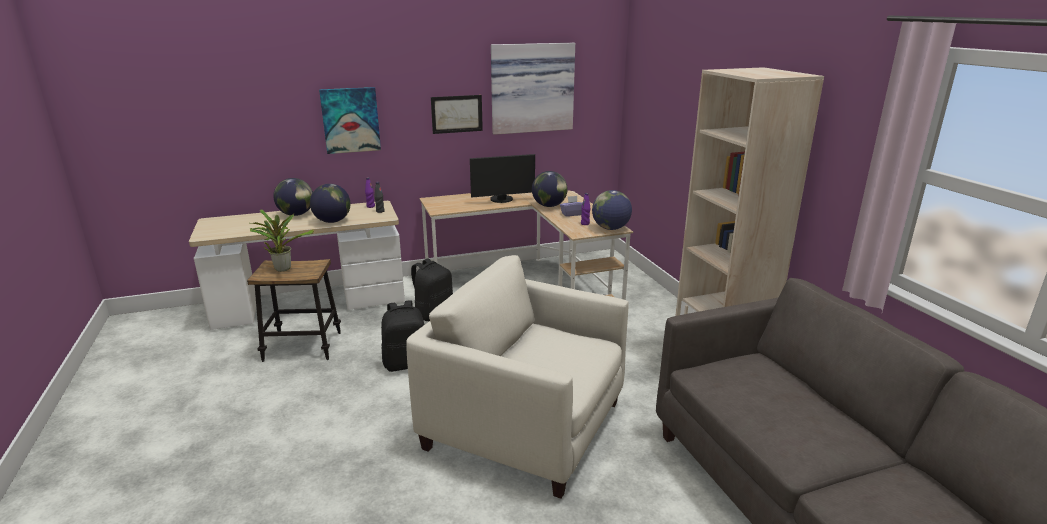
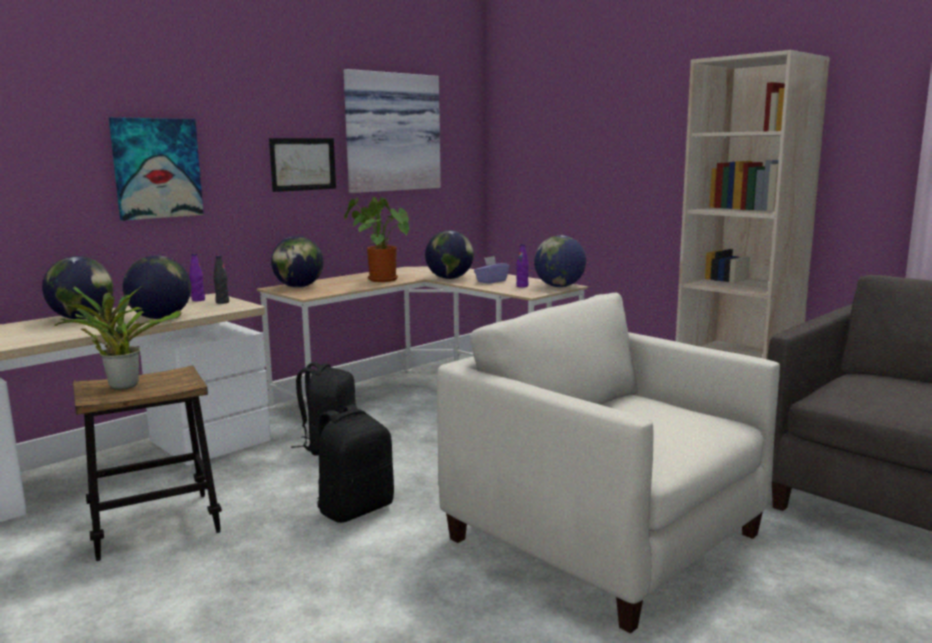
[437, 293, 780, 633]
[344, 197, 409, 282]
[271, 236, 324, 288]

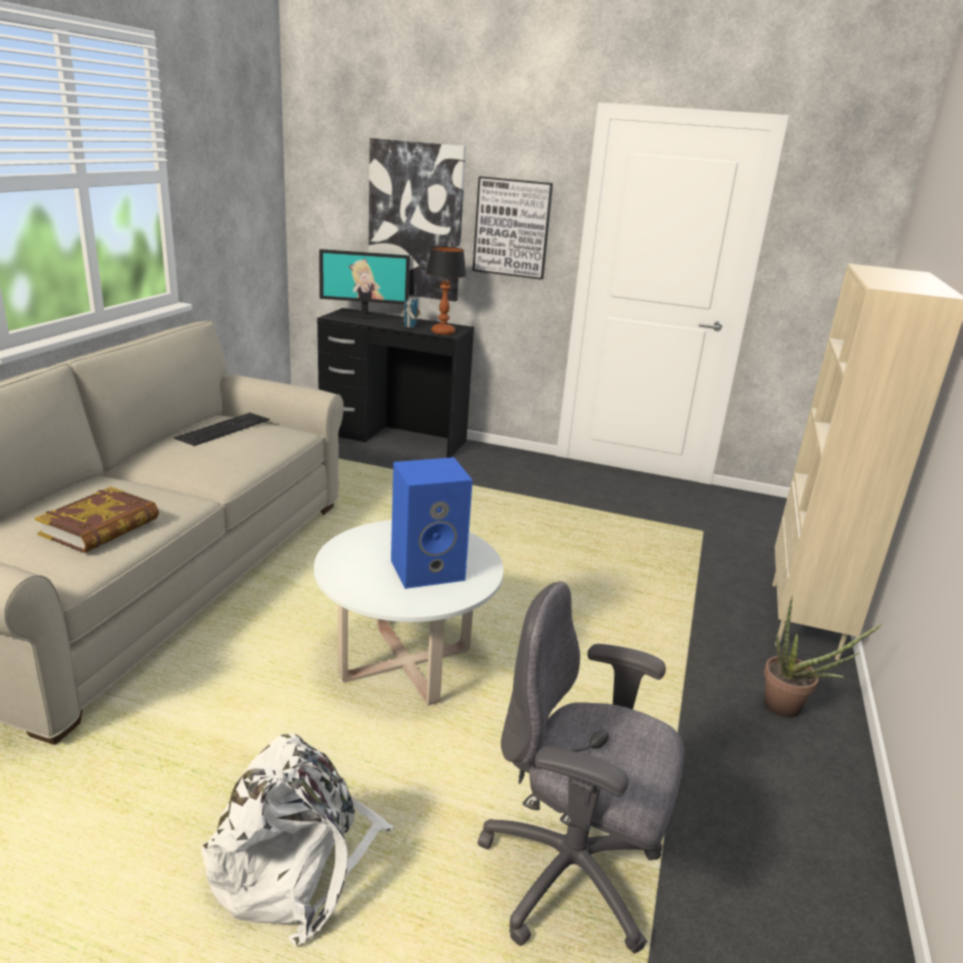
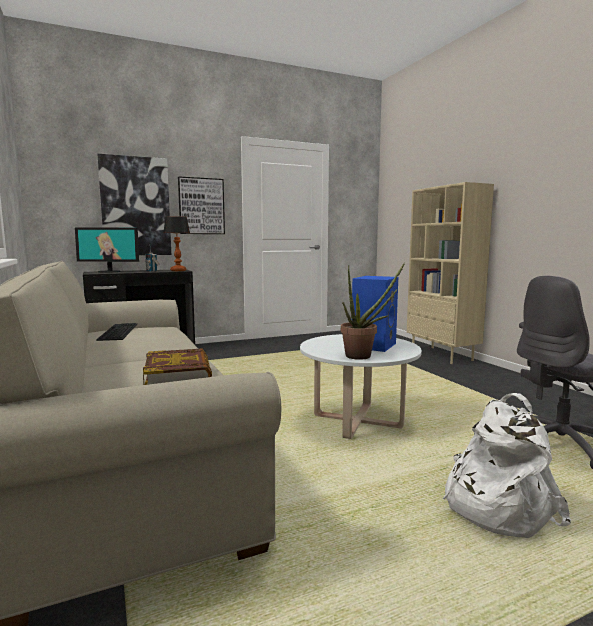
[75, 227, 139, 273]
[341, 262, 405, 360]

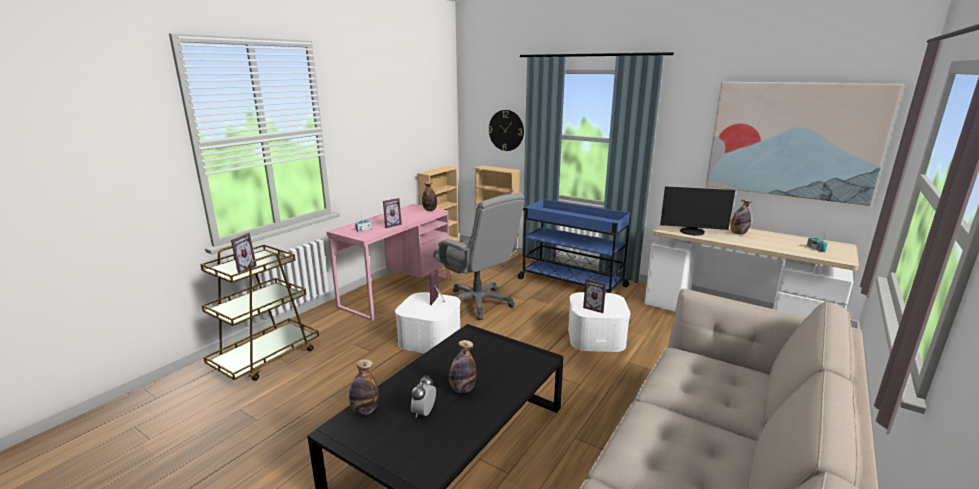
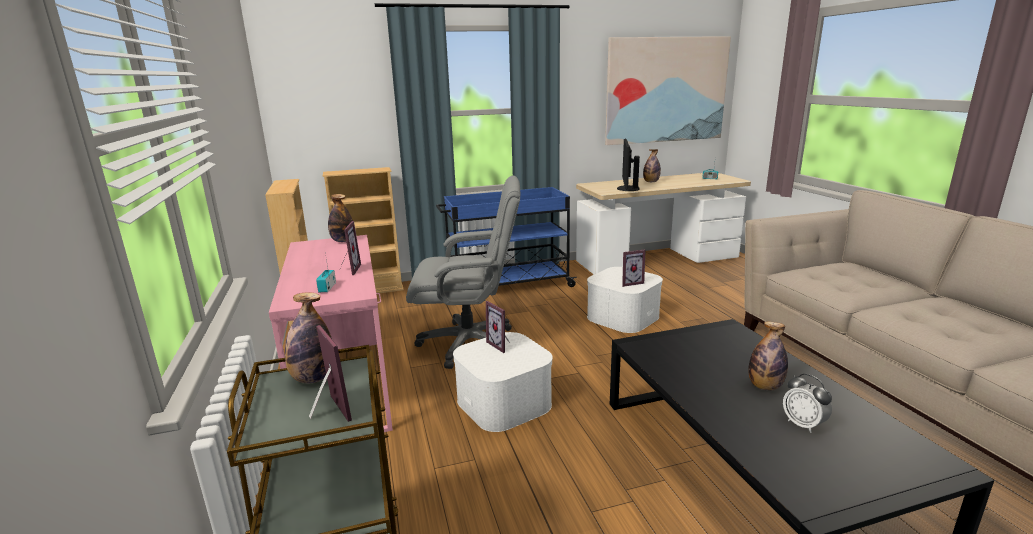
[285, 292, 332, 383]
[488, 110, 524, 151] (first image)
[617, 139, 640, 191]

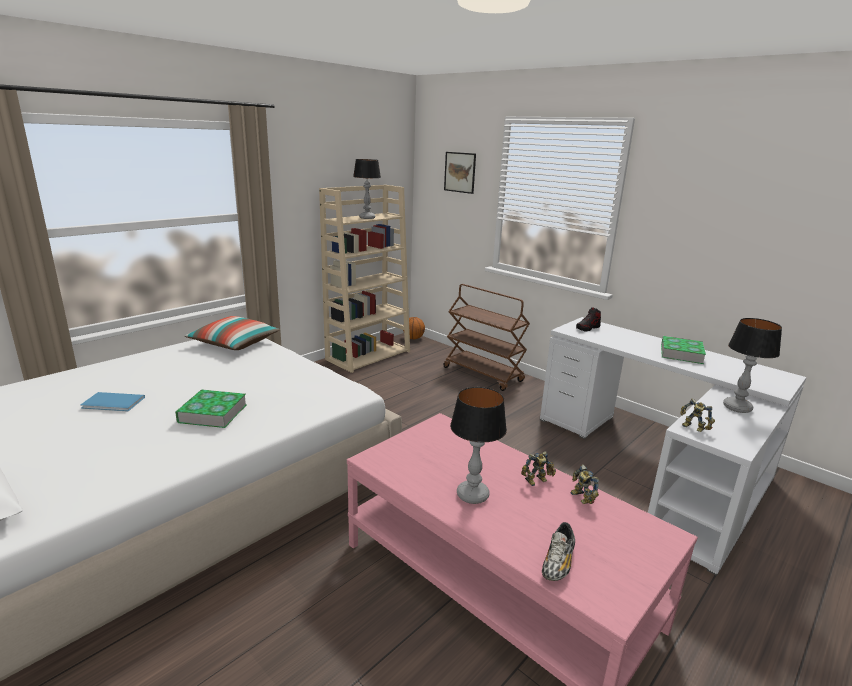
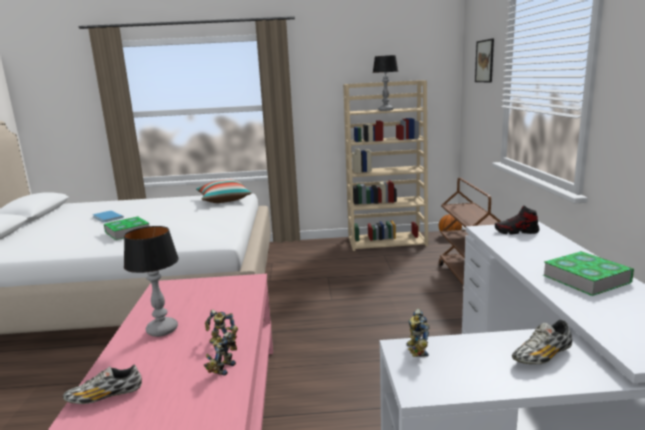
[512, 320, 572, 364]

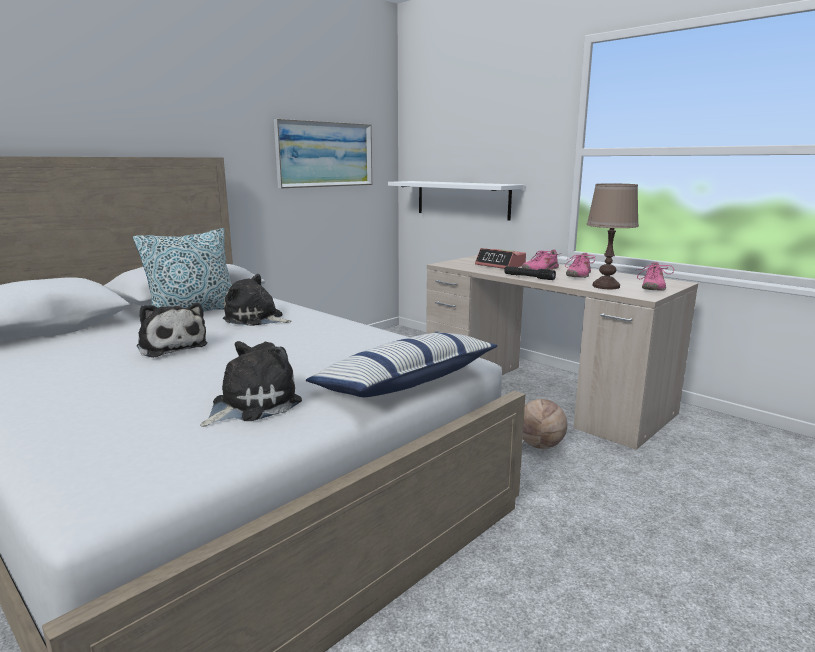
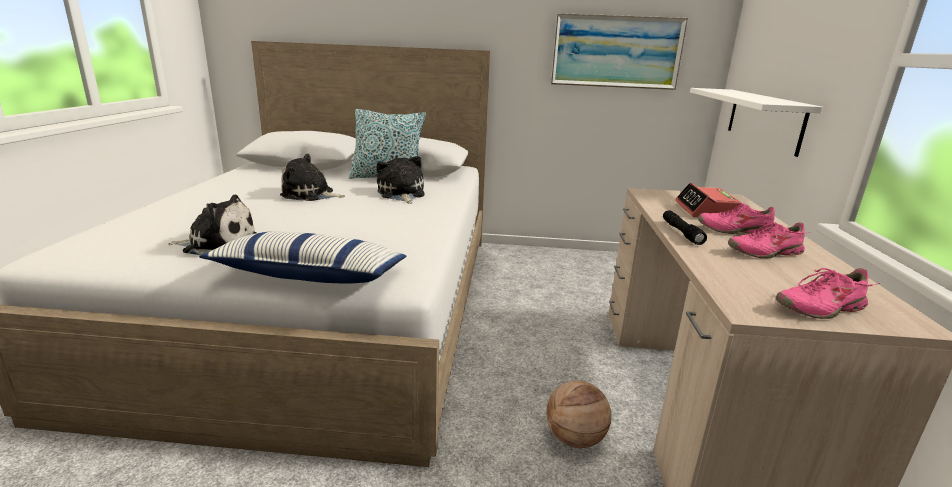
[280, 153, 345, 201]
[587, 184, 639, 289] (first image)

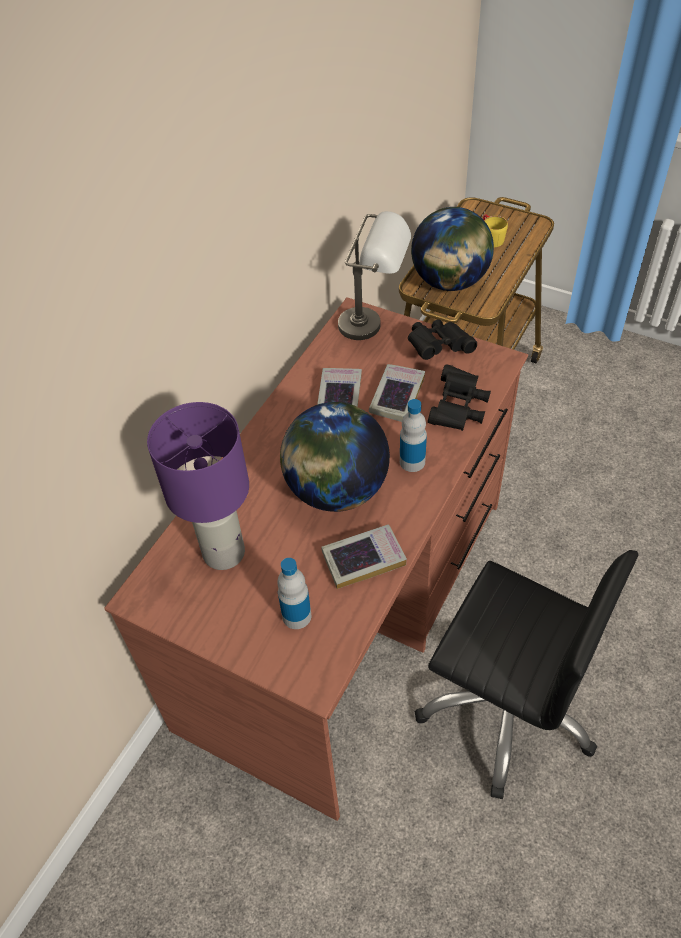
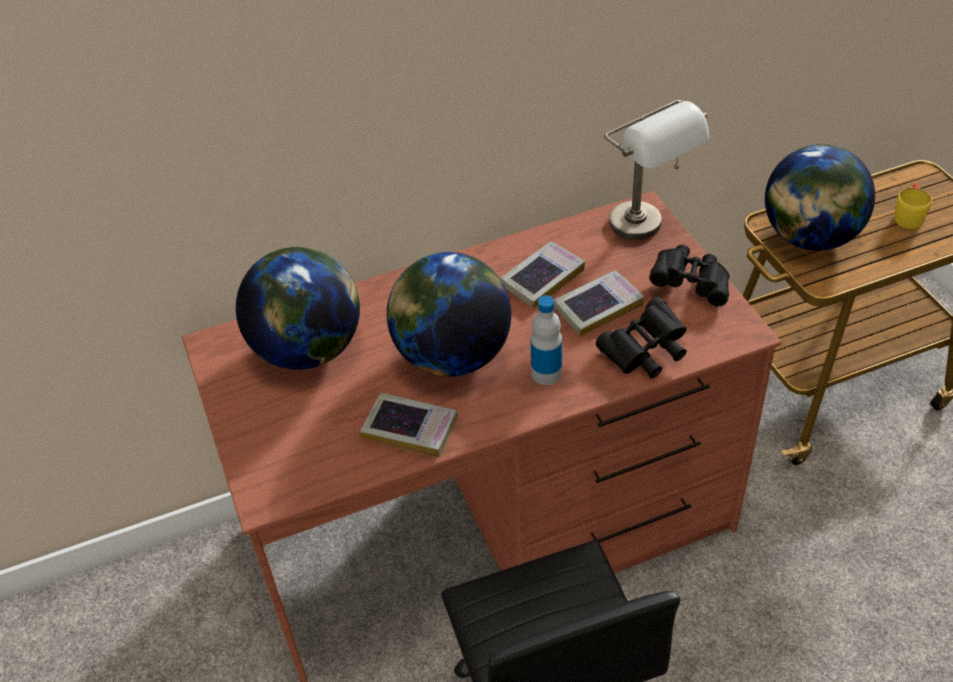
[236, 247, 360, 370]
[277, 558, 311, 629] (first image)

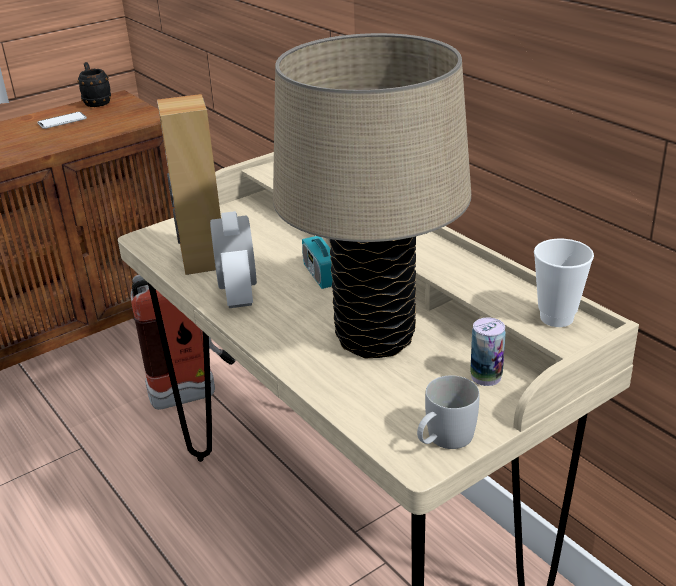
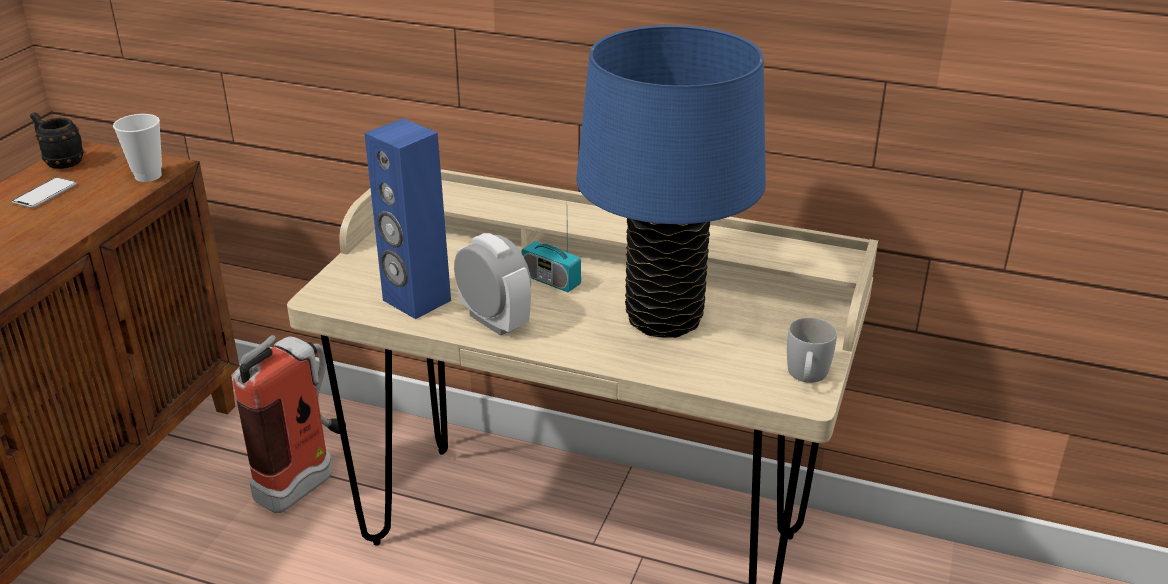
[364, 118, 451, 319]
[576, 25, 766, 338]
[470, 318, 506, 386] (first image)
[113, 114, 162, 182]

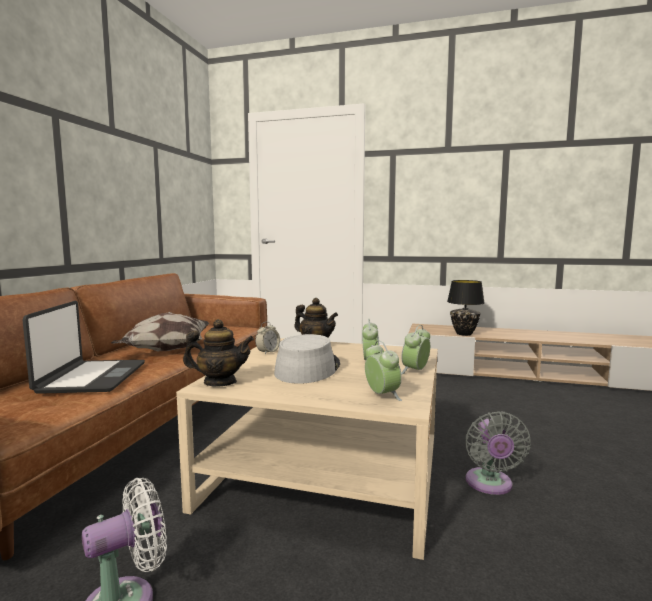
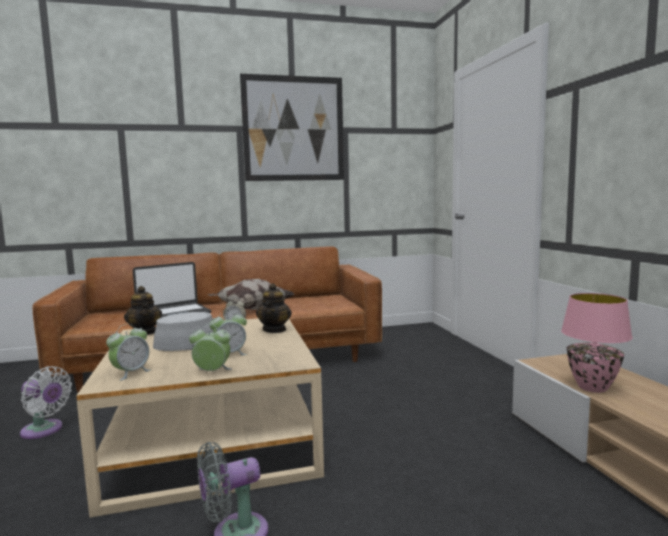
[561, 293, 633, 393]
[240, 74, 344, 181]

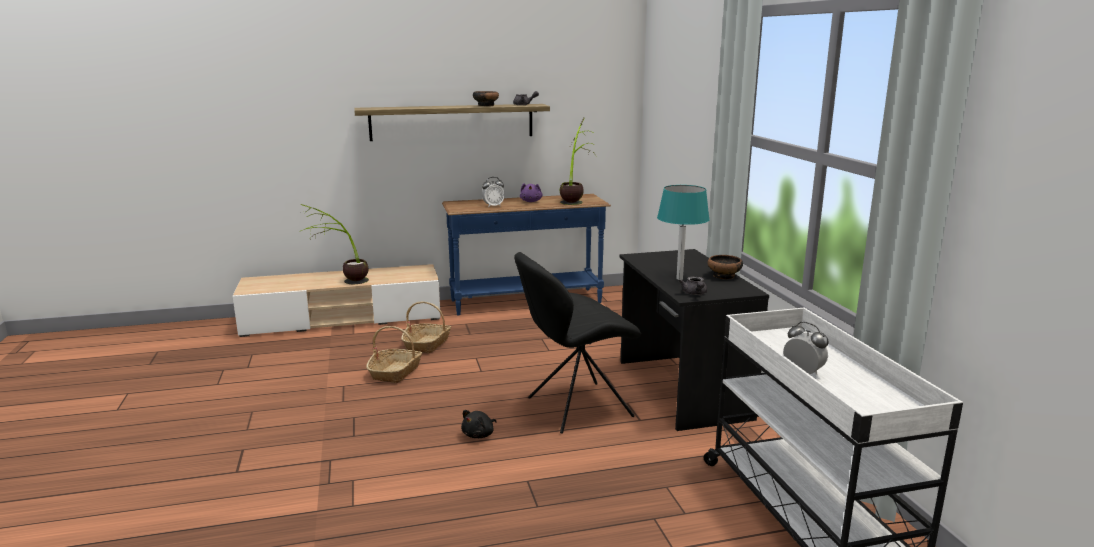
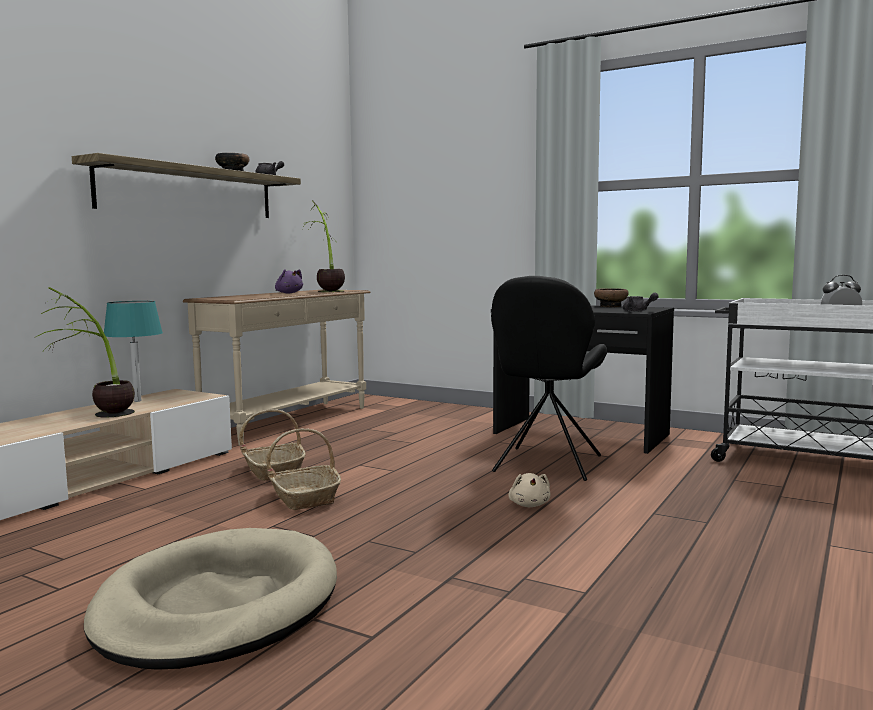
[183, 289, 371, 446]
[508, 473, 550, 507]
[482, 177, 505, 208] (first image)
[104, 301, 163, 402]
[84, 528, 337, 670]

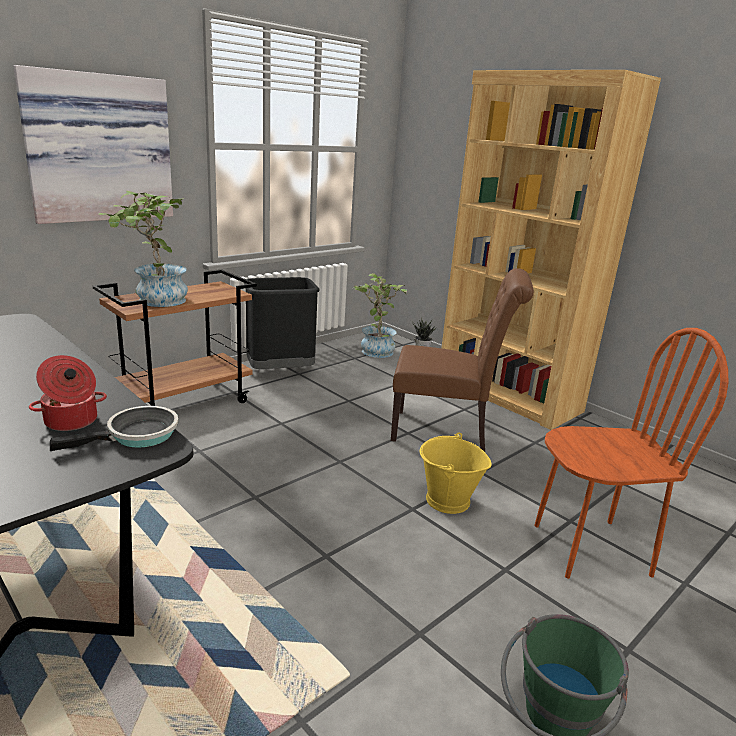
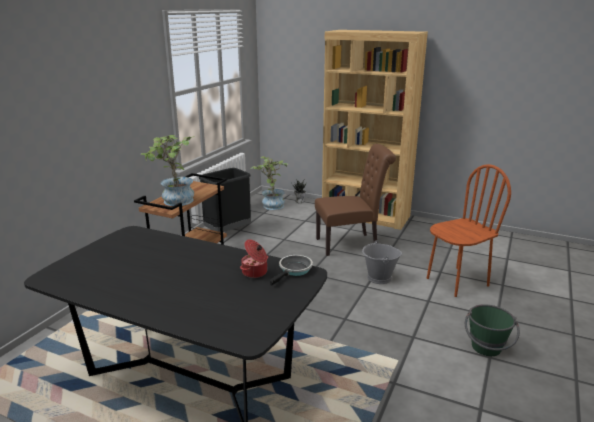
[13, 65, 173, 224] (first image)
[362, 240, 402, 284]

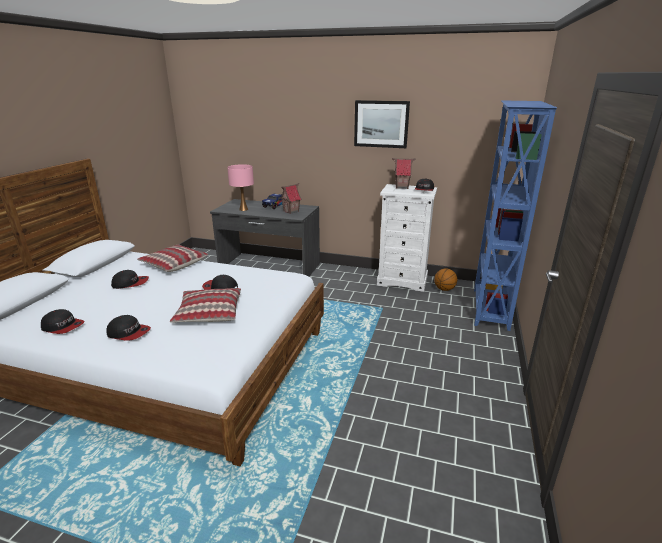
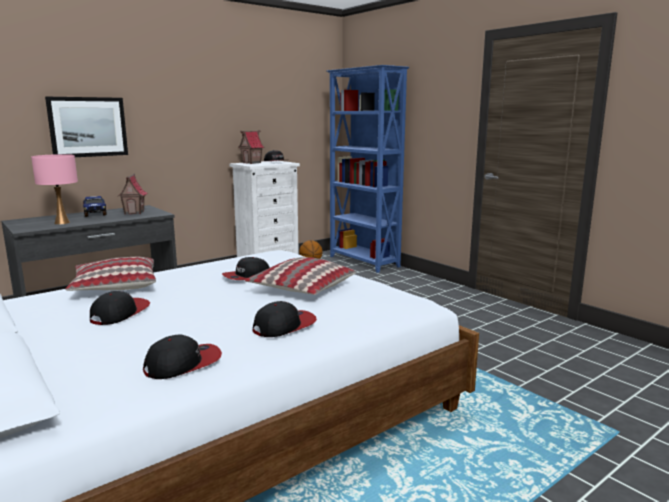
[45, 97, 128, 157]

